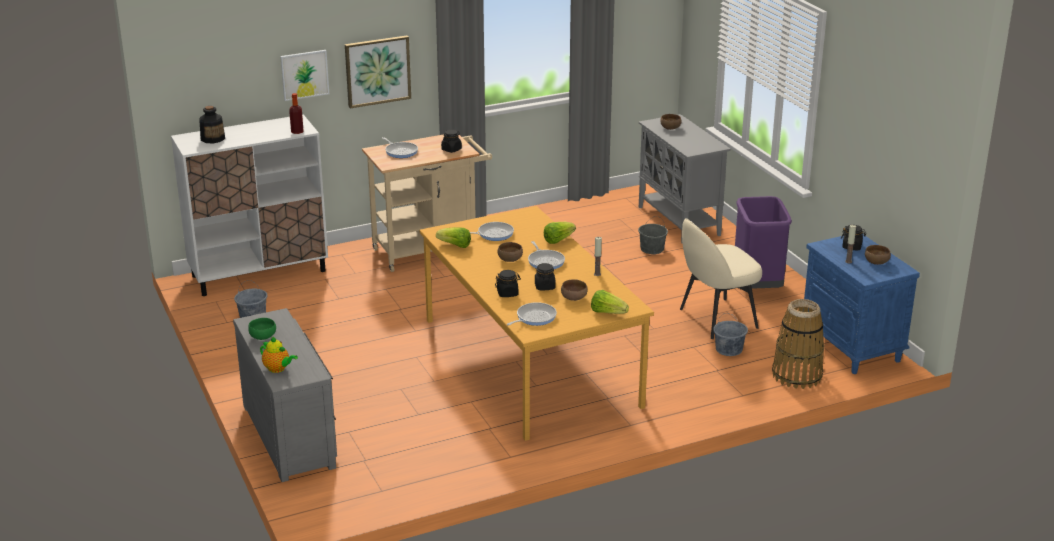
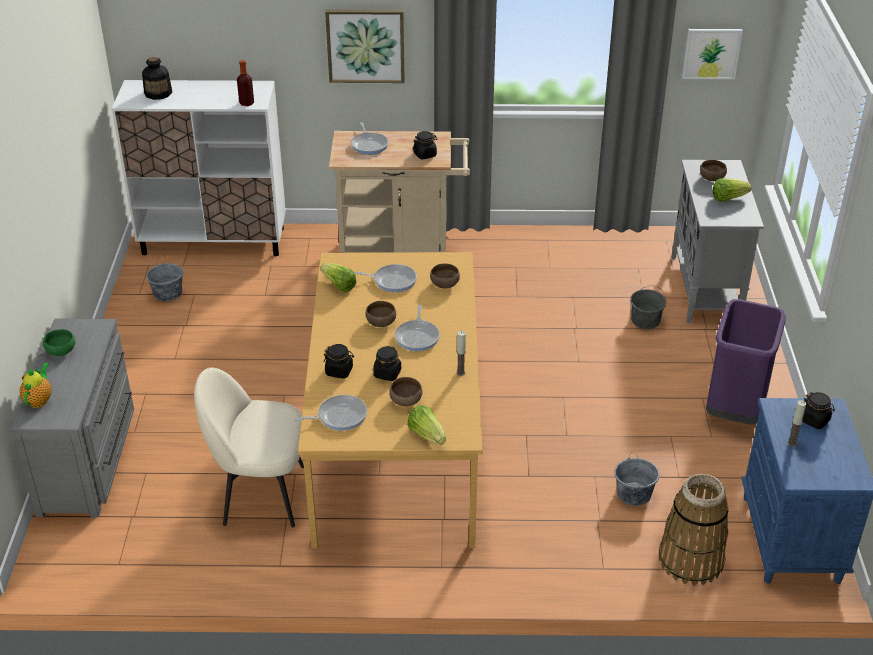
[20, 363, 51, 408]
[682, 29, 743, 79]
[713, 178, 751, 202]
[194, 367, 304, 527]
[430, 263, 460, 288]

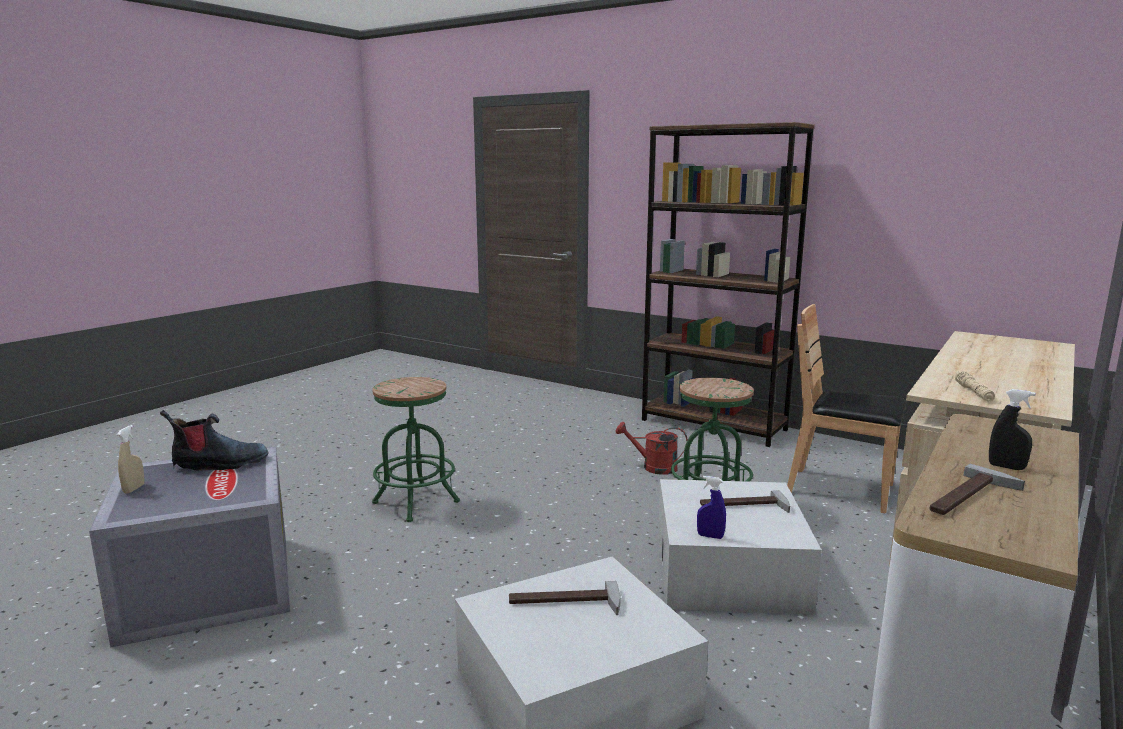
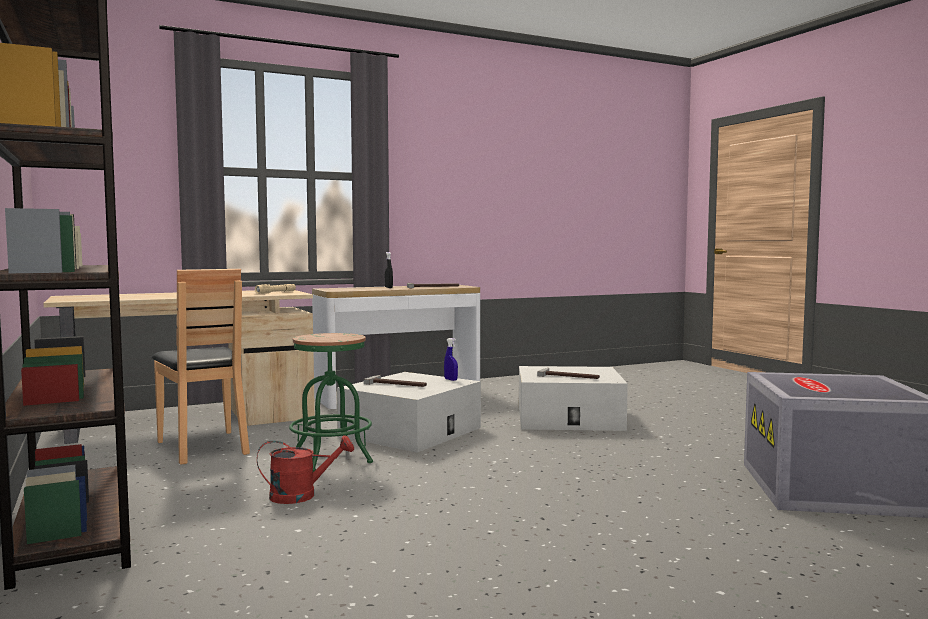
[117, 425, 144, 493] (first image)
[160, 410, 268, 471] (first image)
[372, 377, 460, 522] (first image)
[257, 435, 354, 504]

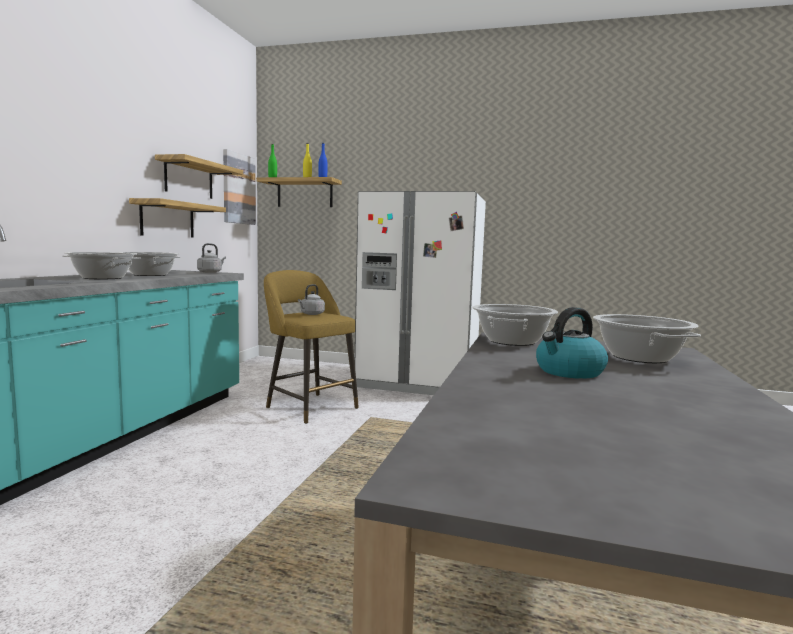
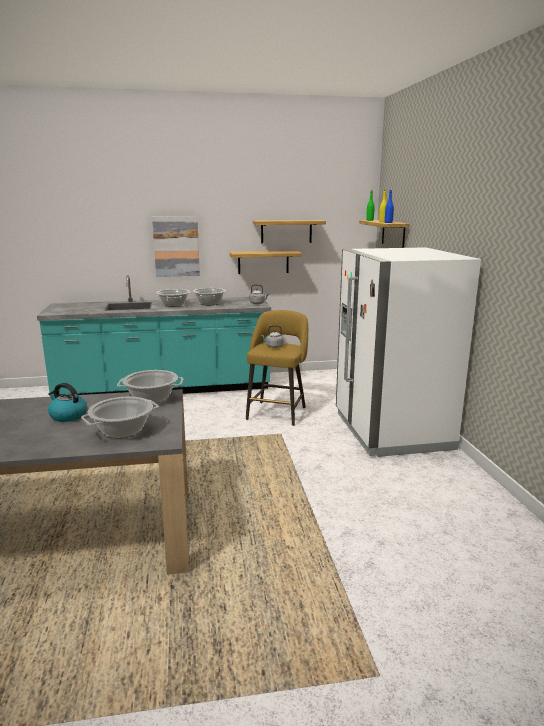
[152, 216, 200, 277]

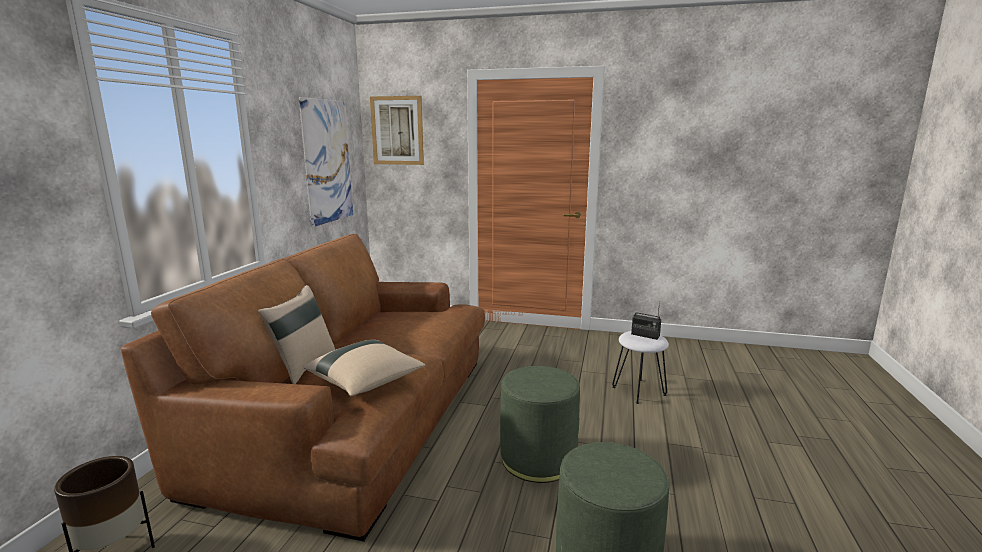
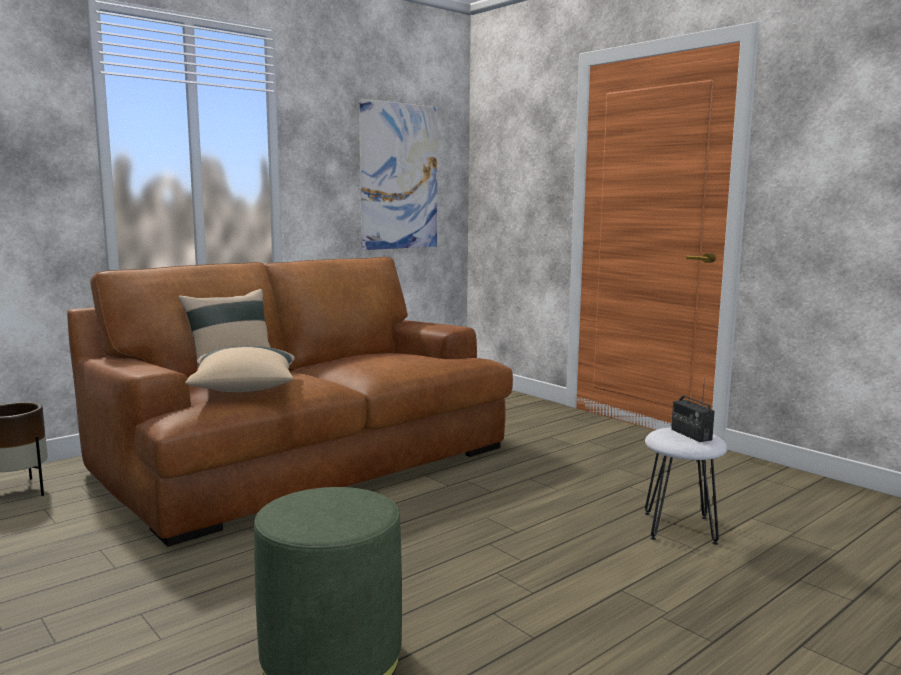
[370, 96, 424, 165] (first image)
[500, 366, 580, 483] (first image)

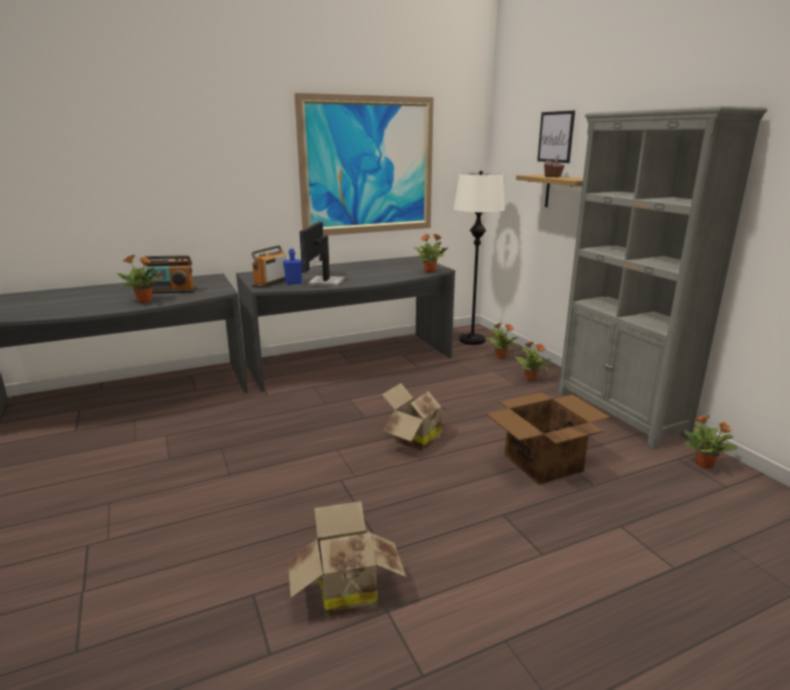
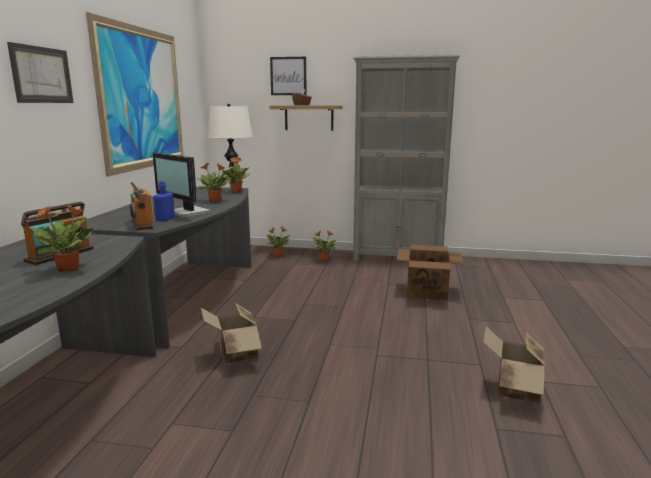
[201, 303, 262, 364]
[197, 162, 231, 202]
[7, 42, 74, 103]

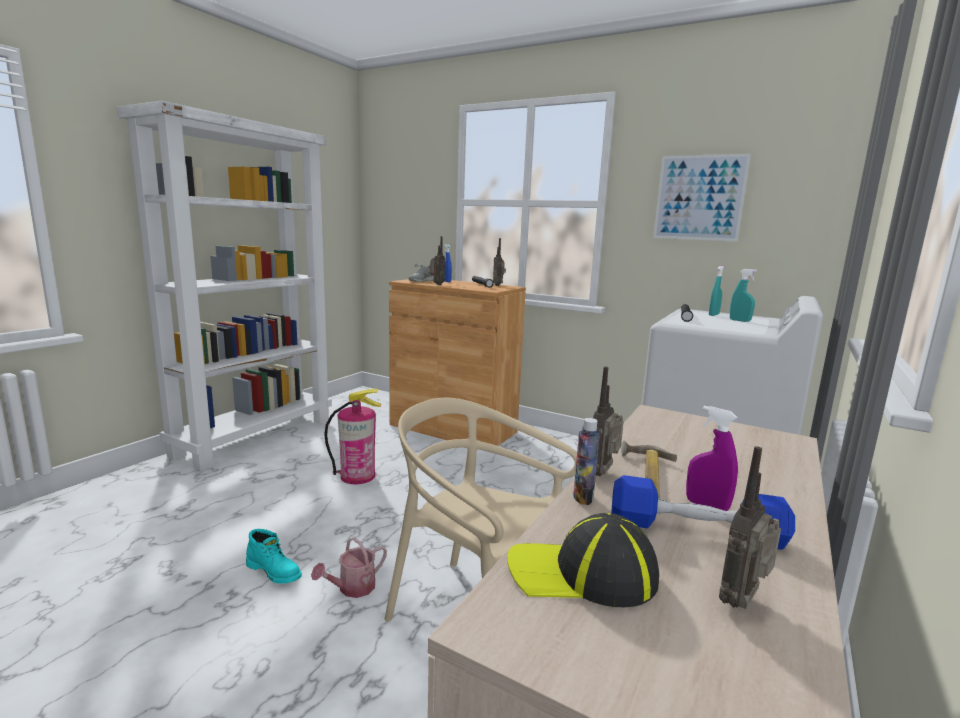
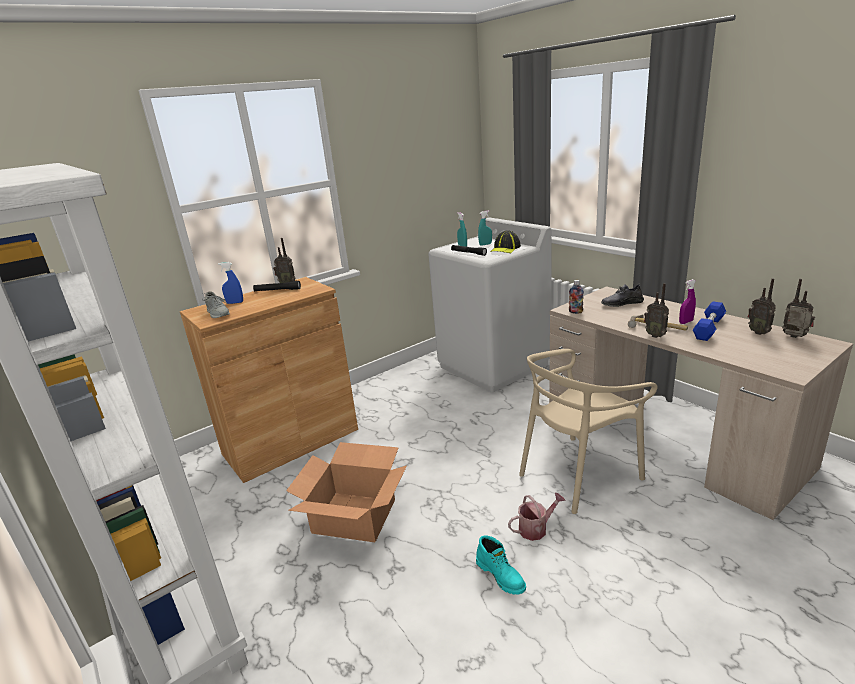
[476, 535, 526, 595]
[508, 493, 566, 541]
[286, 442, 407, 542]
[782, 279, 815, 338]
[490, 230, 521, 253]
[569, 280, 584, 314]
[653, 154, 751, 242] (first image)
[601, 284, 644, 307]

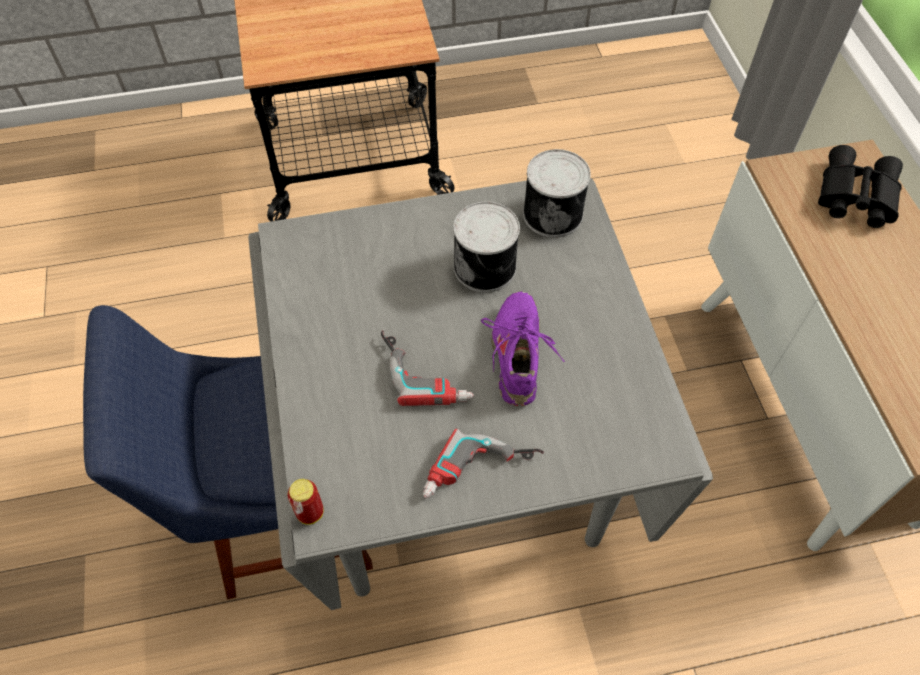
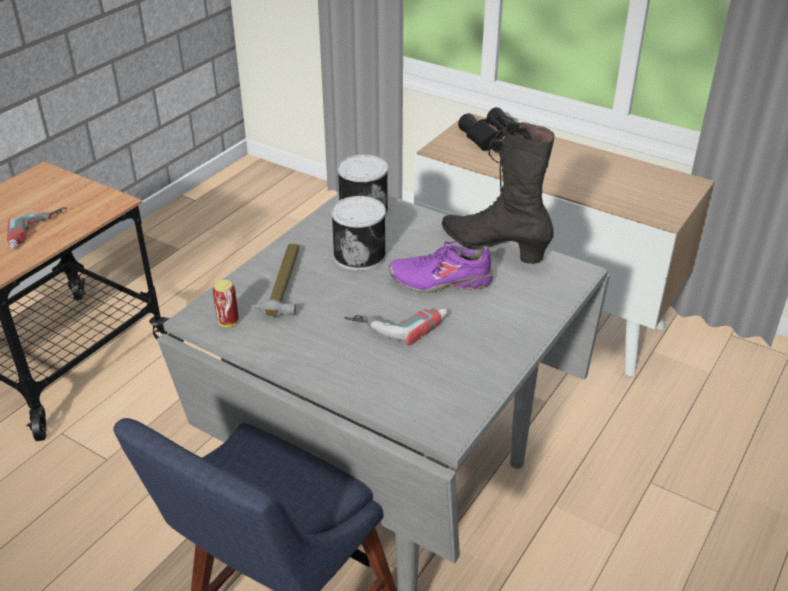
[213, 280, 239, 327]
[7, 207, 67, 249]
[389, 241, 493, 293]
[251, 244, 299, 317]
[442, 122, 555, 264]

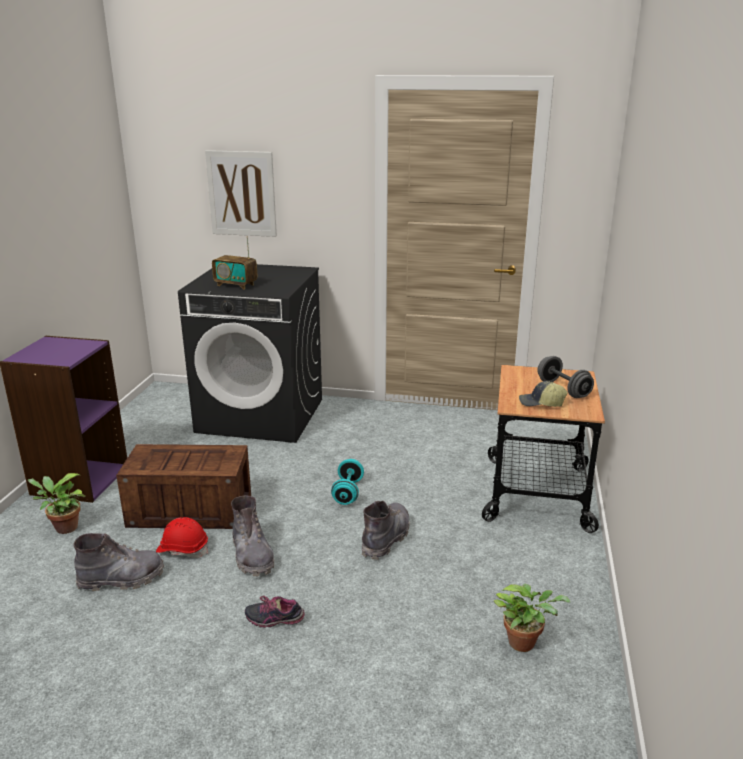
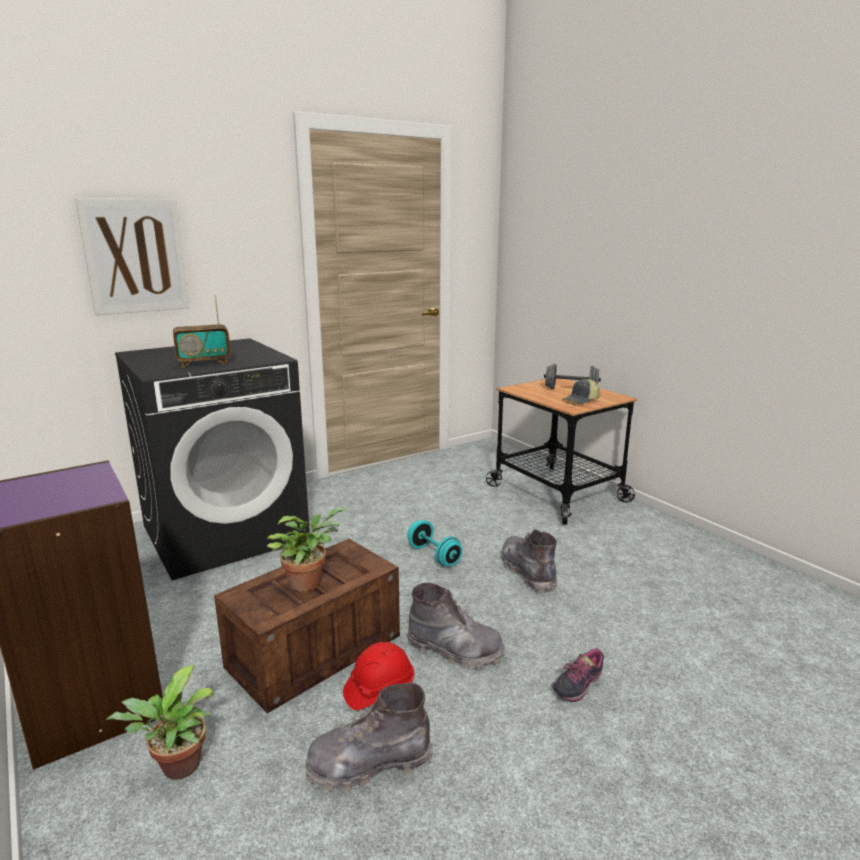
[306, 683, 433, 792]
[267, 507, 347, 592]

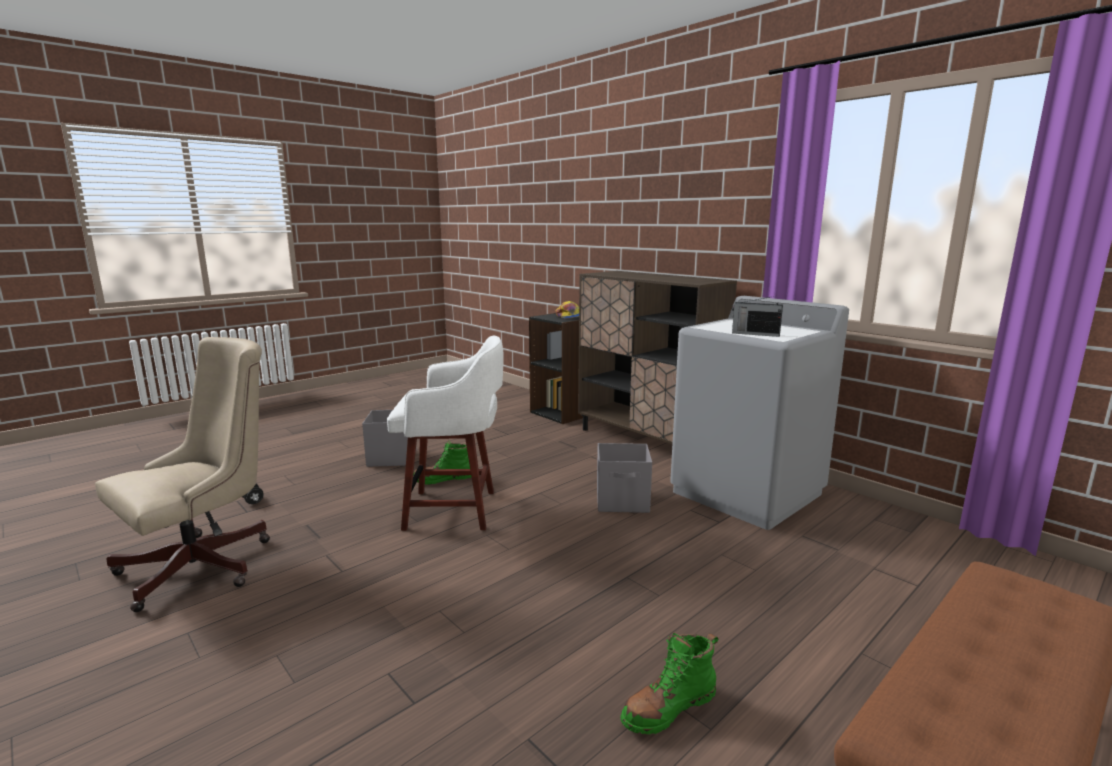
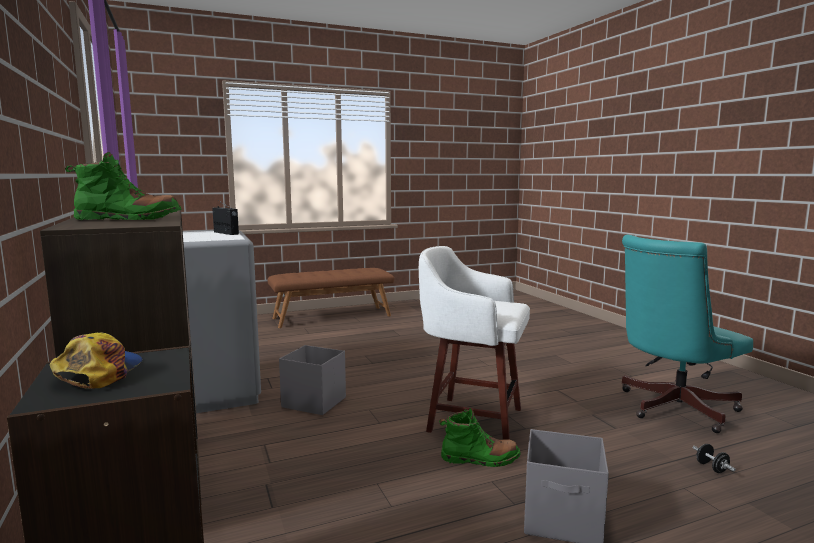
[622, 235, 753, 433]
[65, 152, 181, 220]

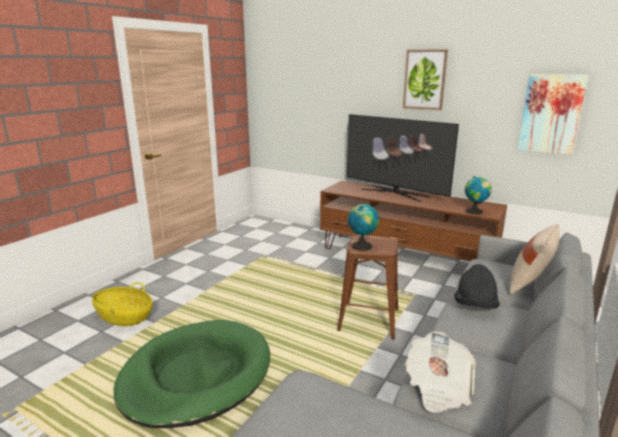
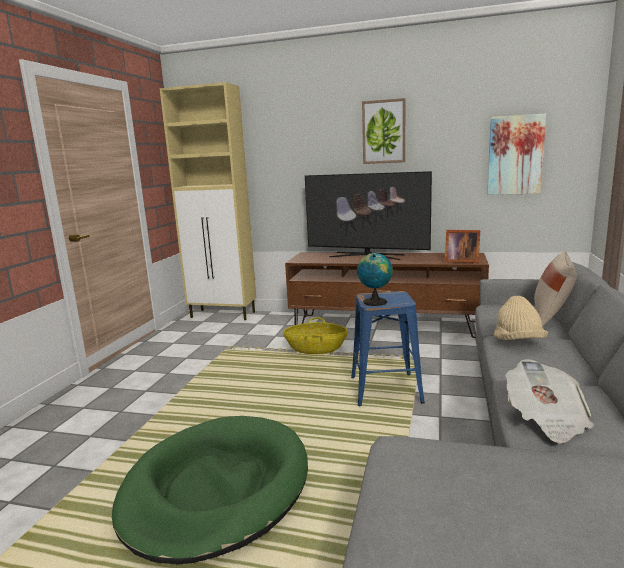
[284, 317, 347, 354]
[351, 291, 425, 406]
[494, 296, 548, 340]
[445, 230, 480, 263]
[160, 82, 256, 320]

